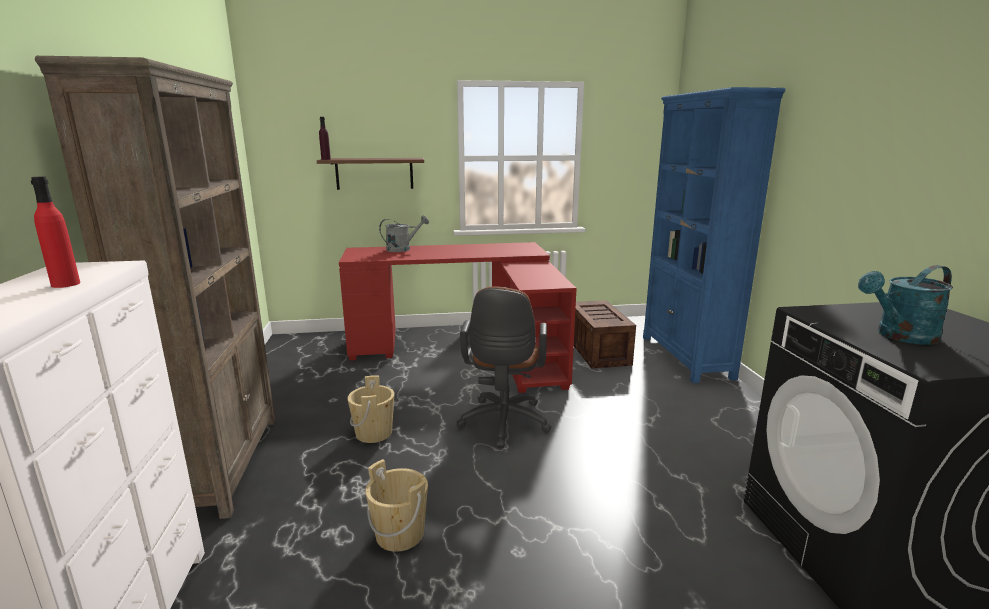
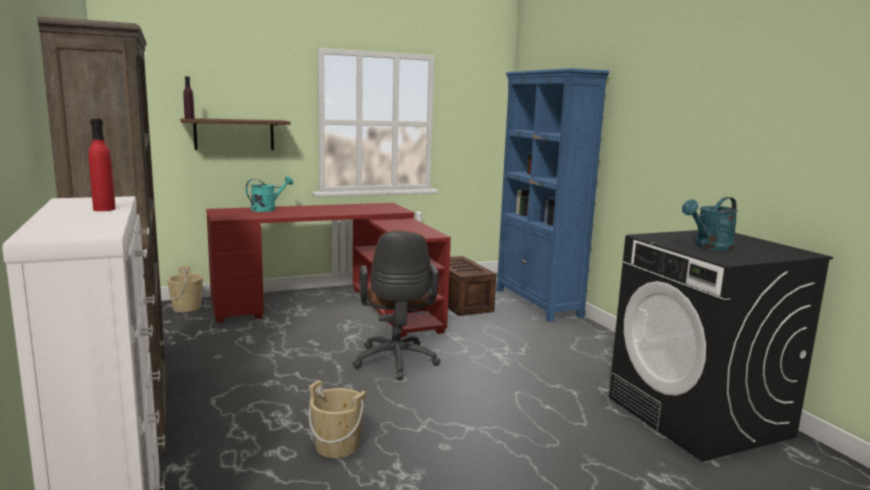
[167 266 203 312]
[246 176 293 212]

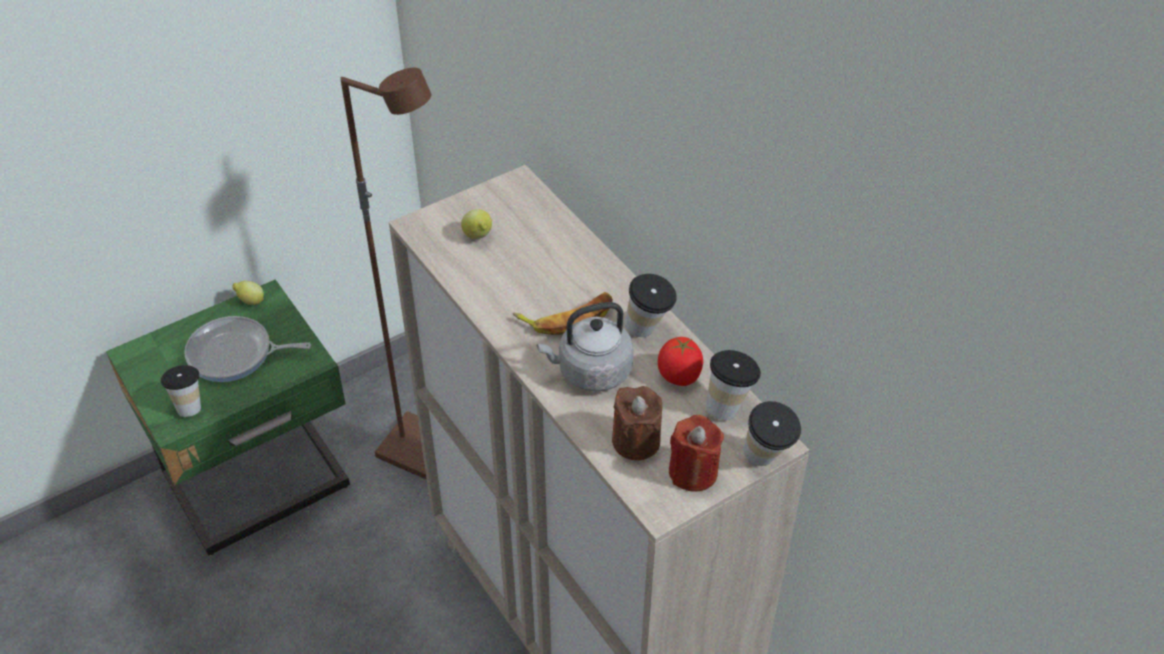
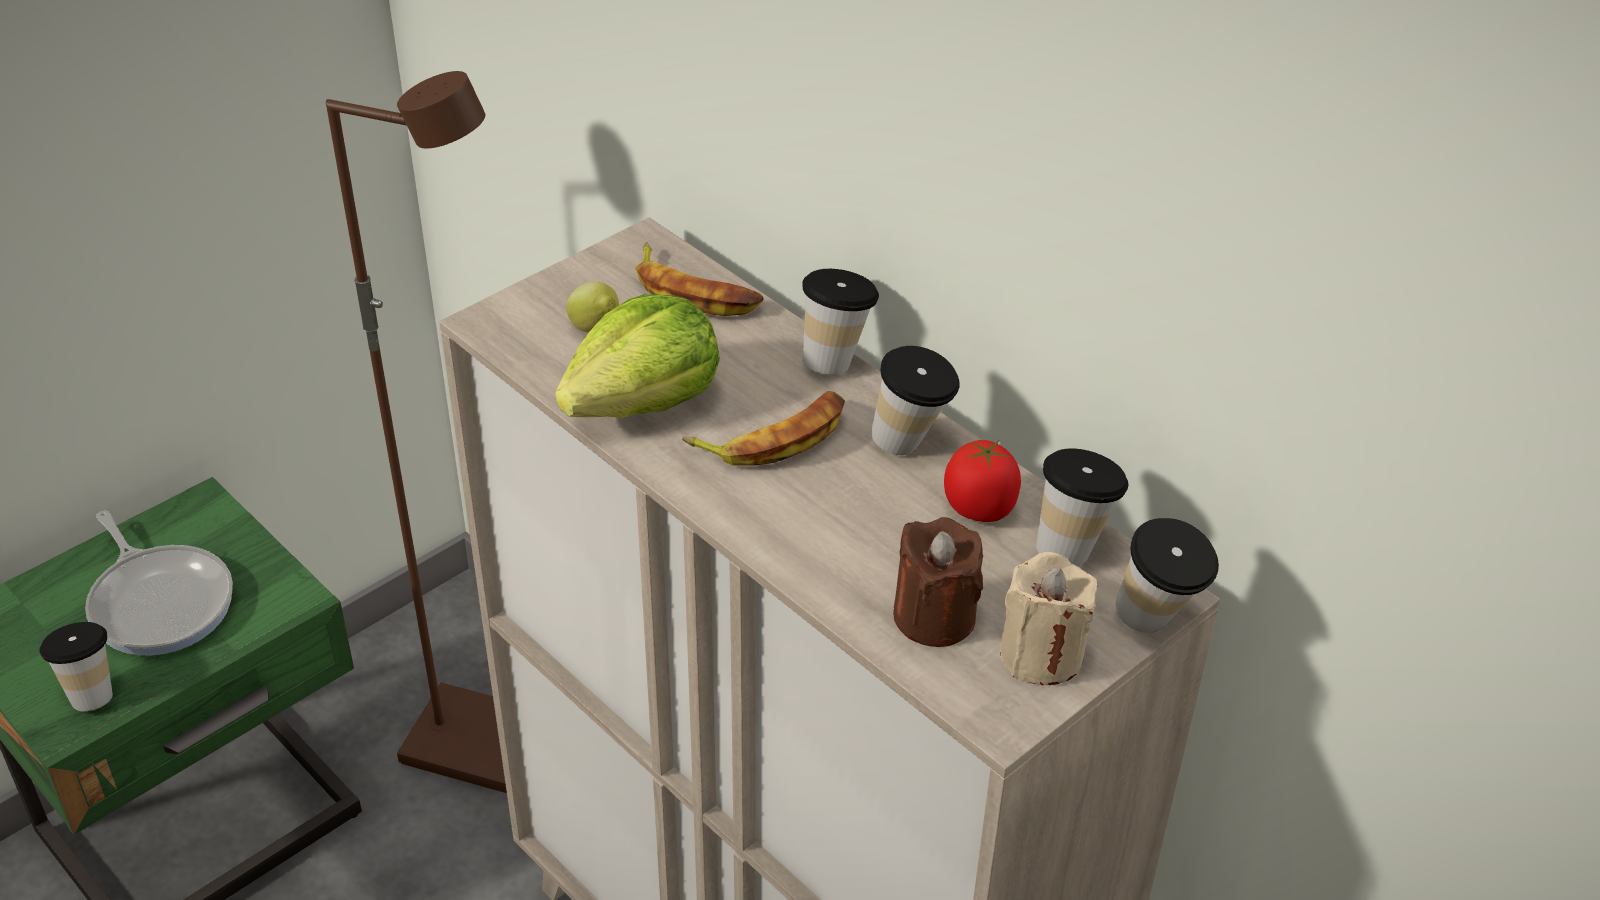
[232 281 264 305] (first image)
[537 302 634 392] (first image)
[555 294 720 418]
[635 242 764 316]
[803 269 879 375]
[1000 552 1098 685]
[85 511 233 656]

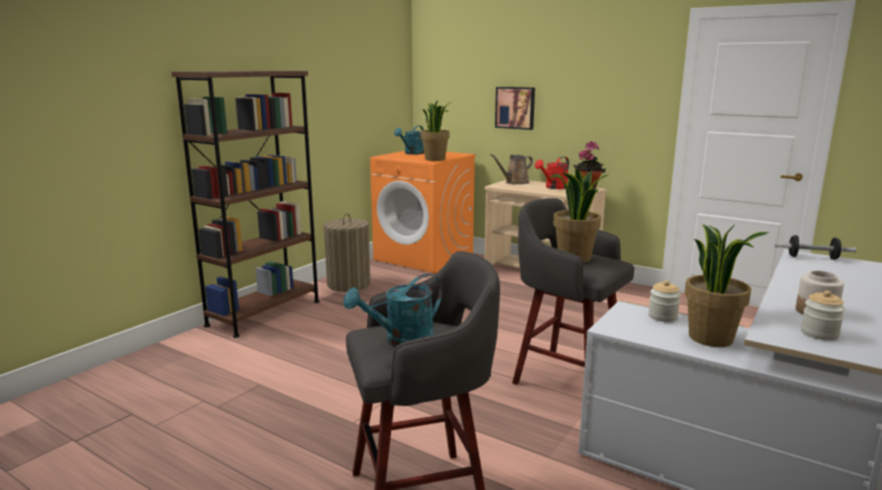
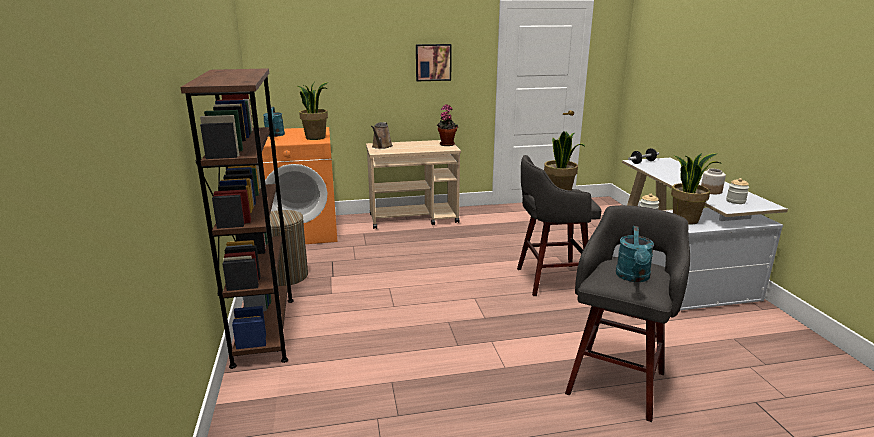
[535 156 569 189] (first image)
[416 44 452 81]

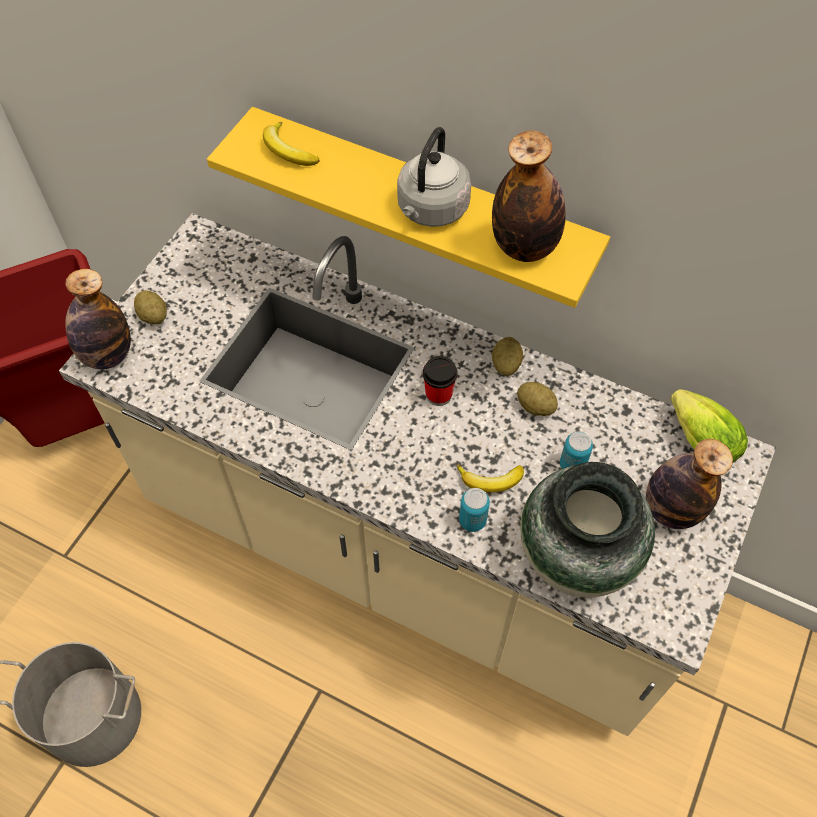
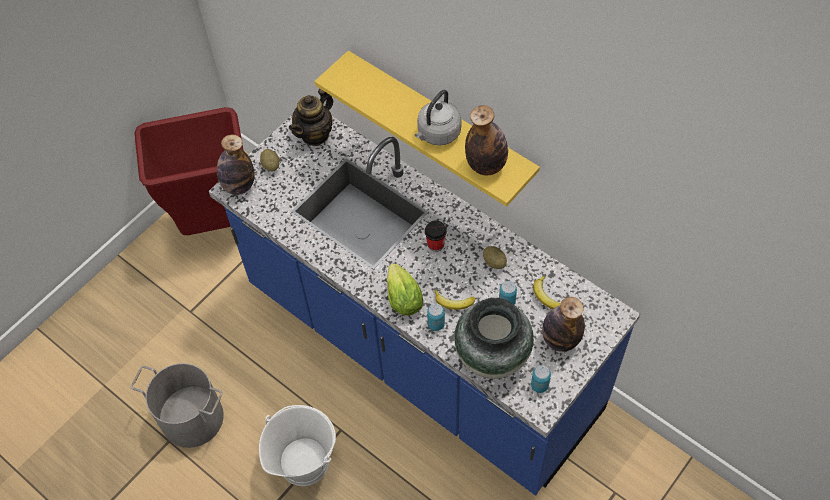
[492 337 523 376] (first image)
[259 405 336 486]
[289 89 333 146]
[531 365 551 393]
[533 275 561 309]
[387 263 423 316]
[209 114 640 496]

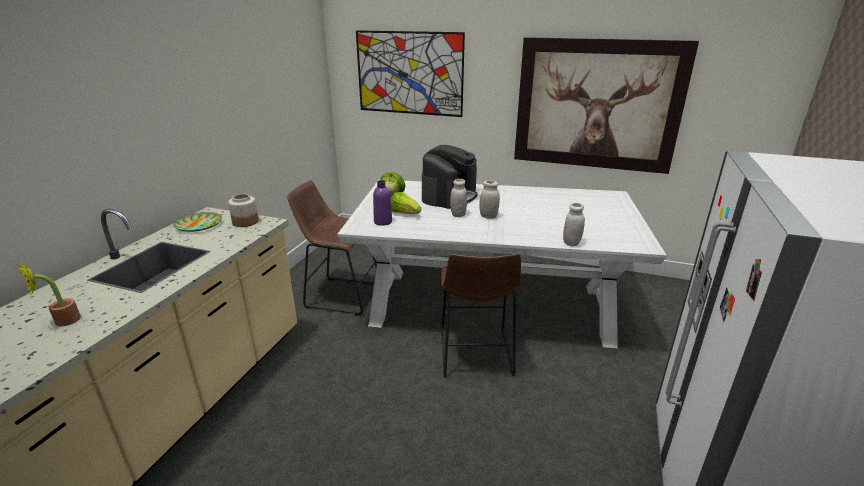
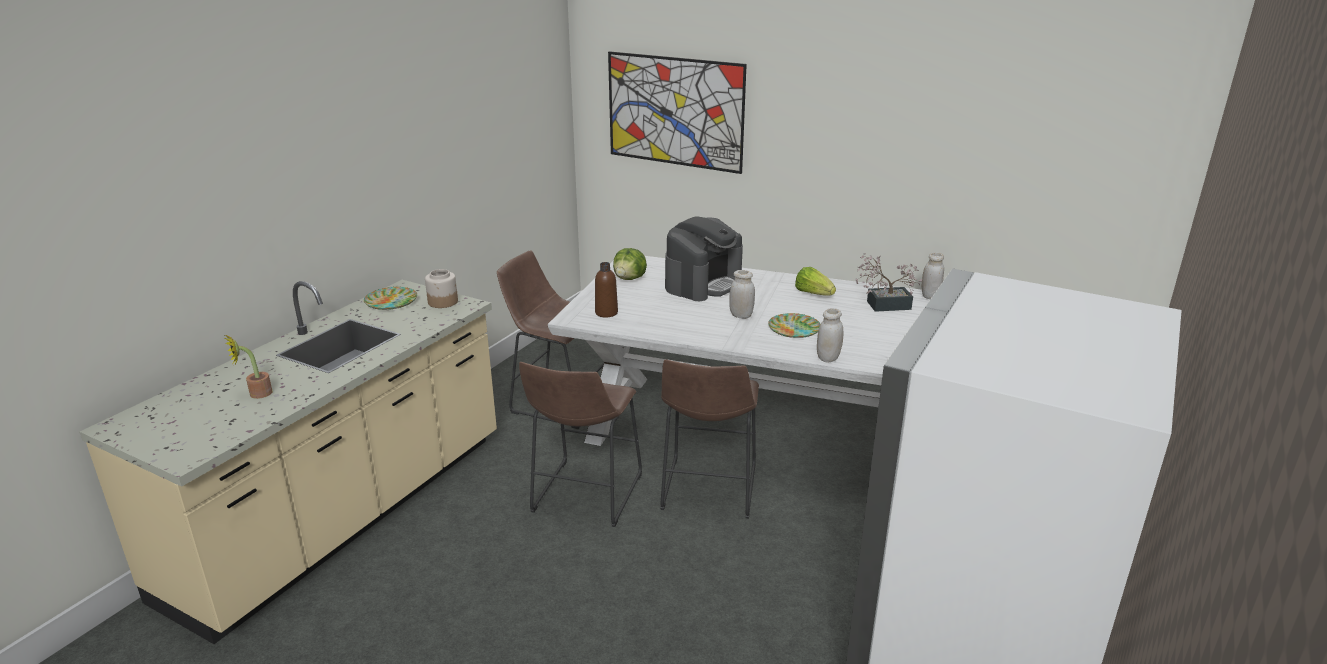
[514 37 699 174] (first image)
[519 362 642 527]
[768 313 820 338]
[855 253 922 312]
[795 267 836 296]
[922 252 944 299]
[595 262 618 317]

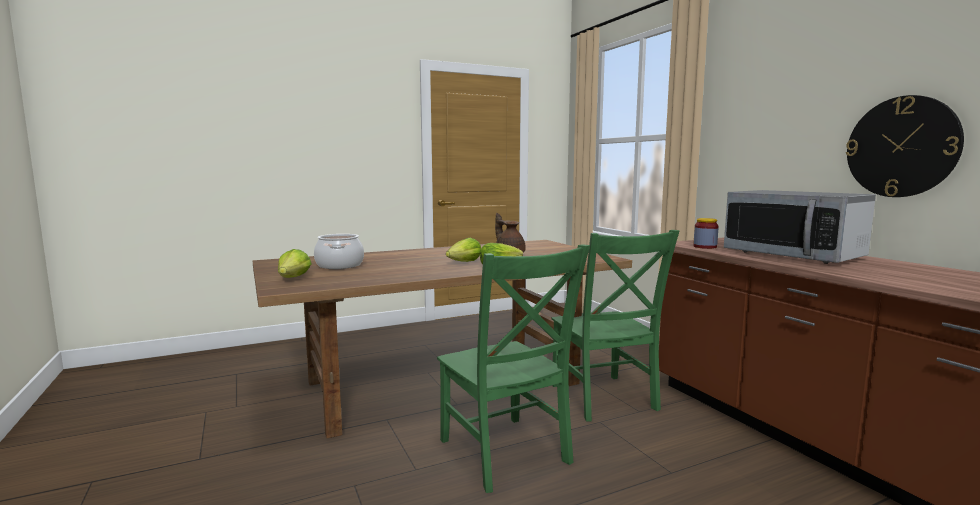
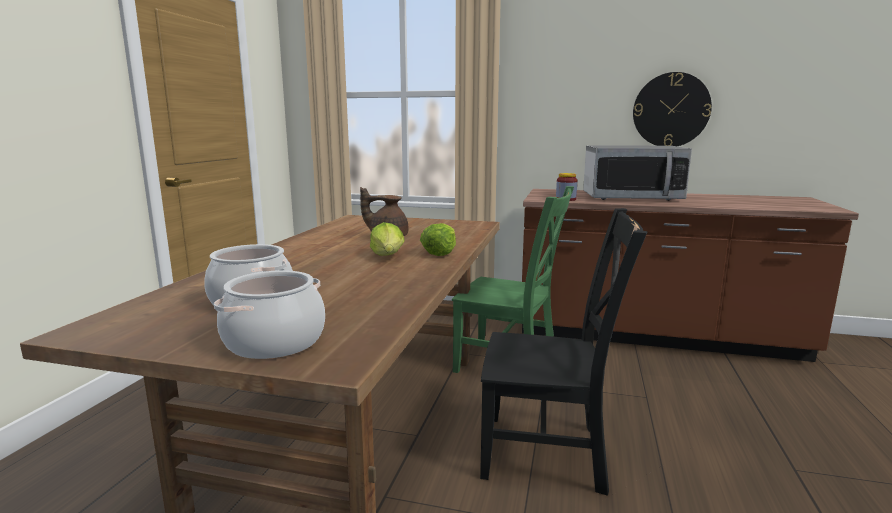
[214 270 325 359]
[480 208 648 496]

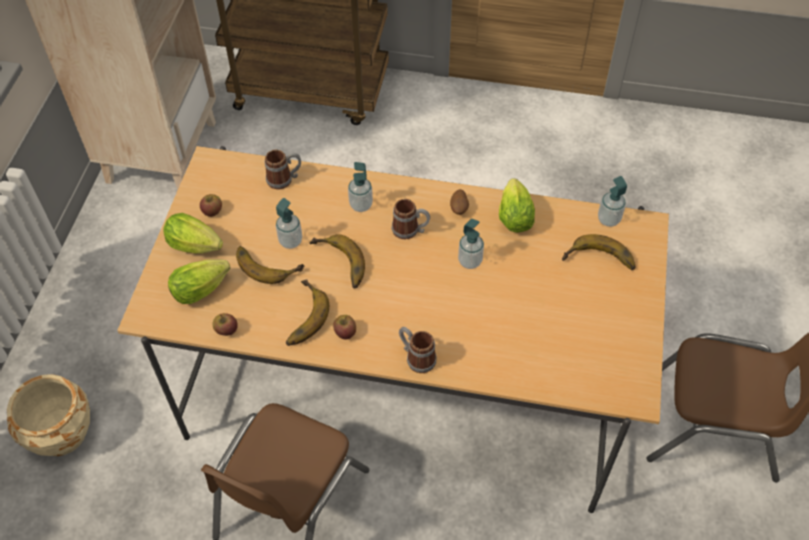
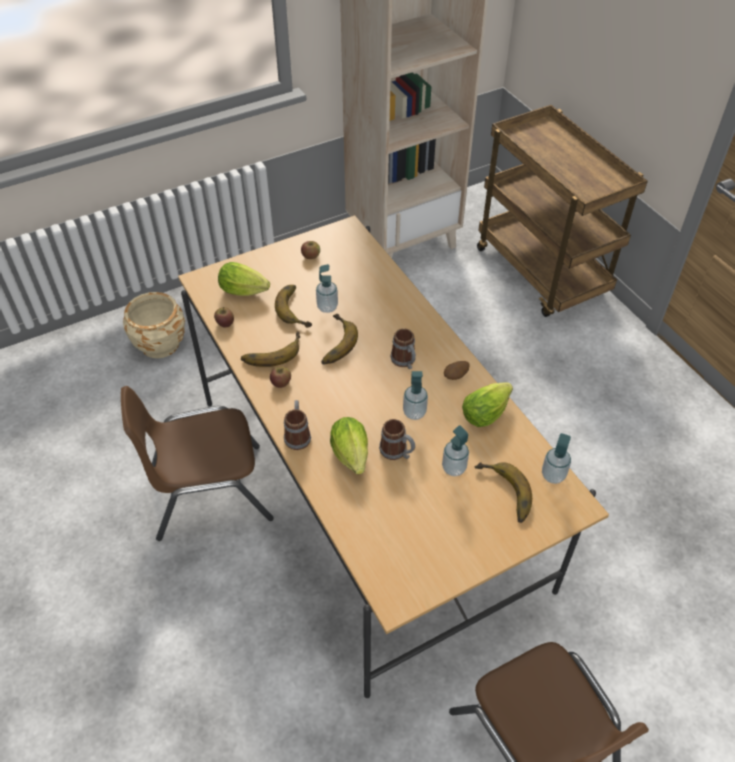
[330 417 368 474]
[379 419 415 460]
[442 425 469 476]

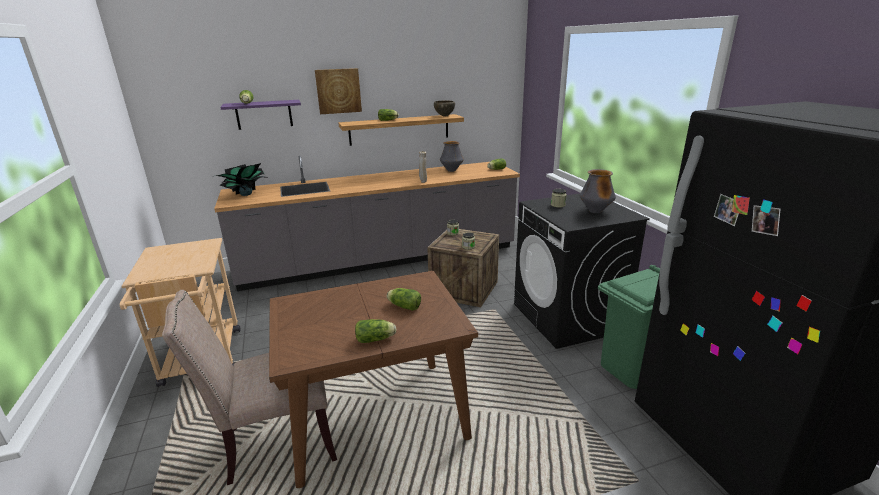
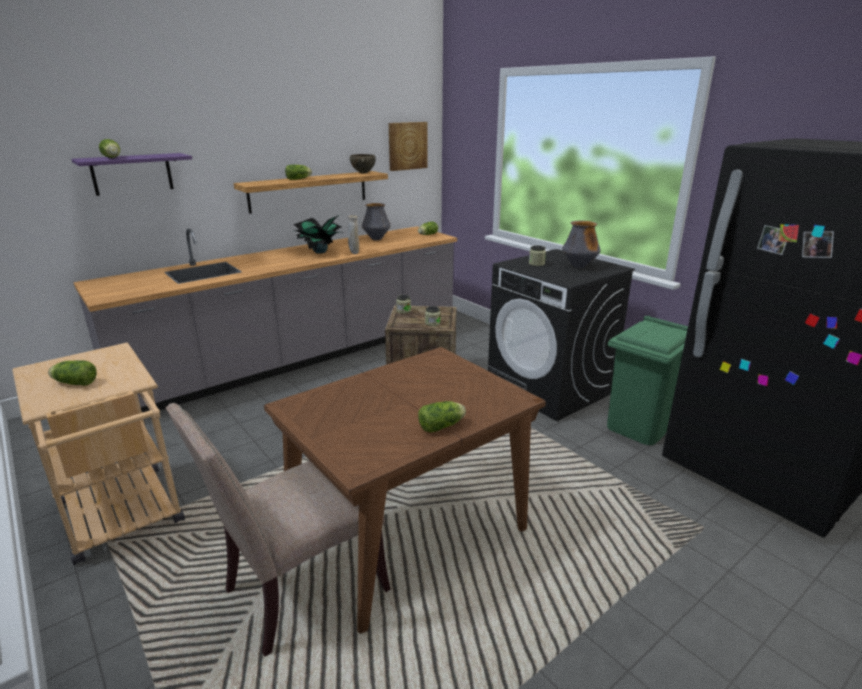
[293 214 343 253]
[389 122 428 171]
[48 360 97 386]

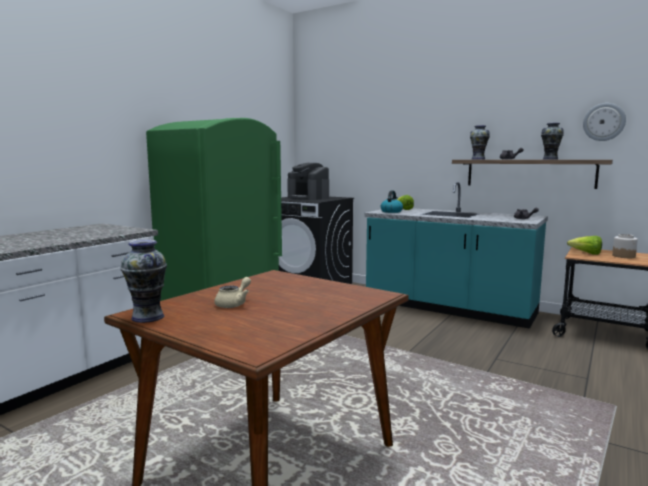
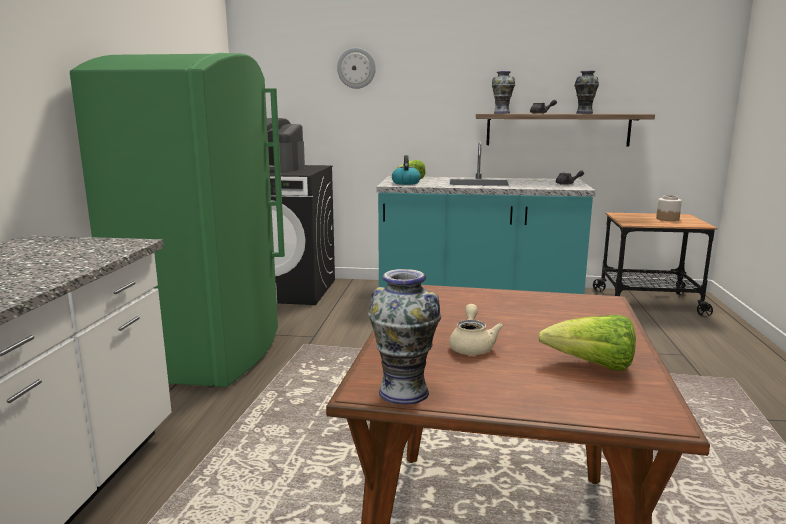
[538 315 636 371]
[337 48 376 89]

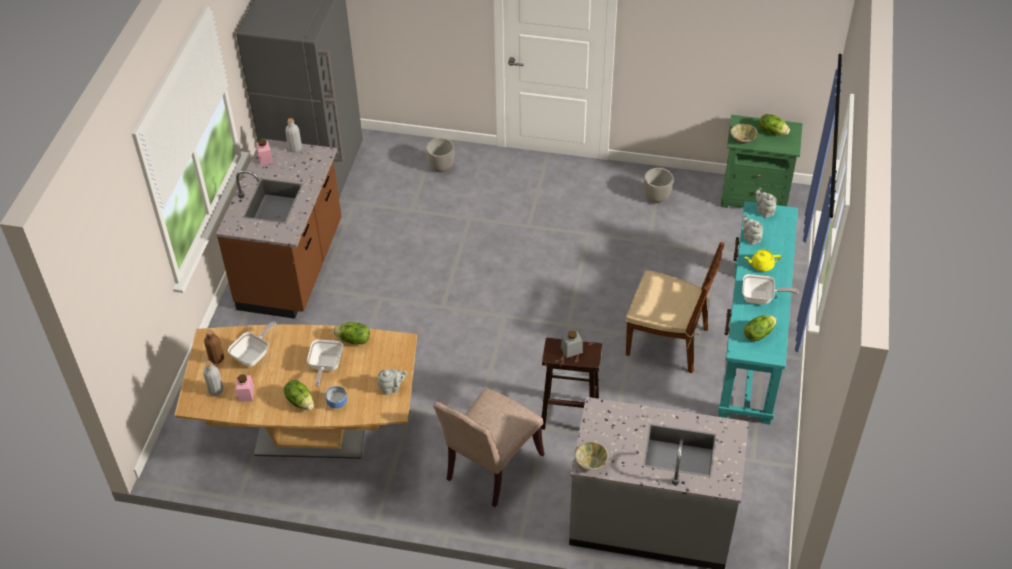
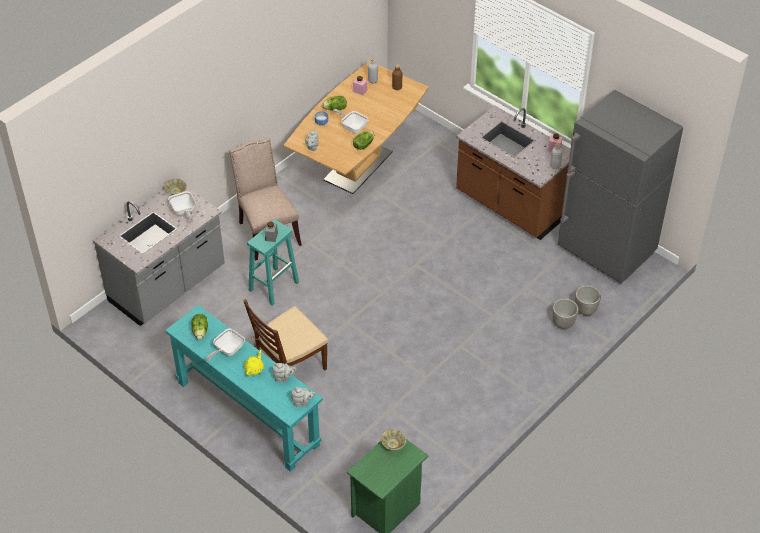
[759 114 790 136] (first image)
[168 191 196 222]
[575 286 601 316]
[247 220 299 306]

